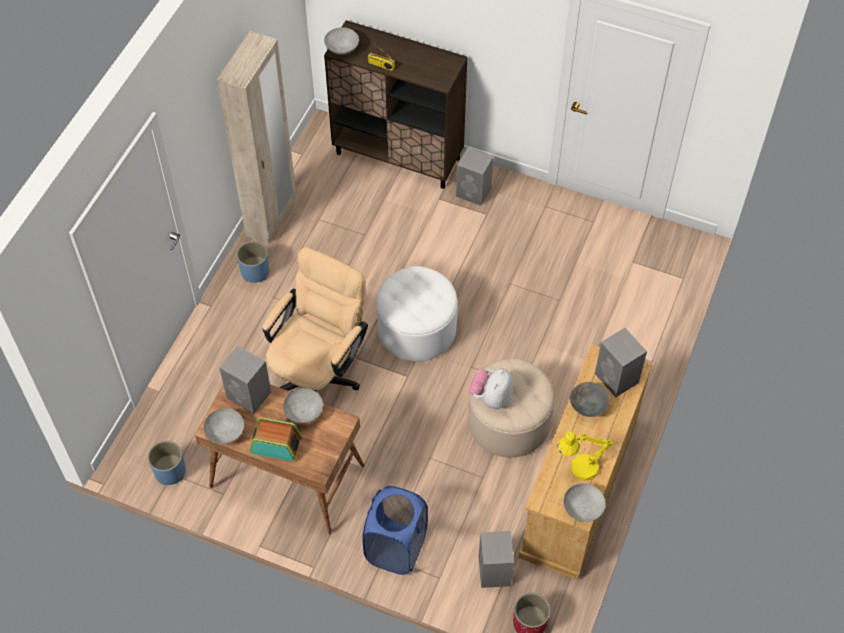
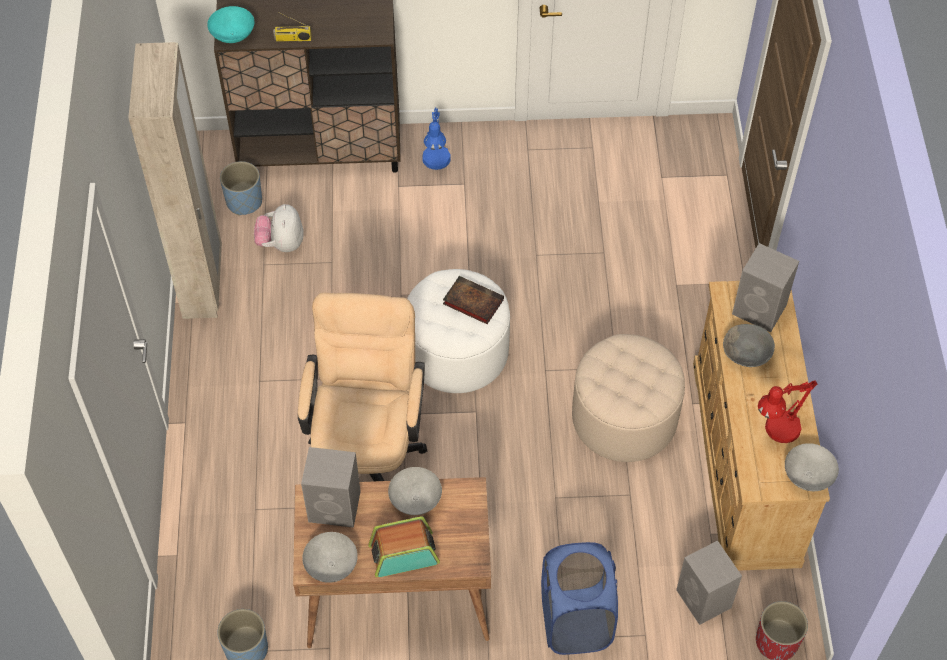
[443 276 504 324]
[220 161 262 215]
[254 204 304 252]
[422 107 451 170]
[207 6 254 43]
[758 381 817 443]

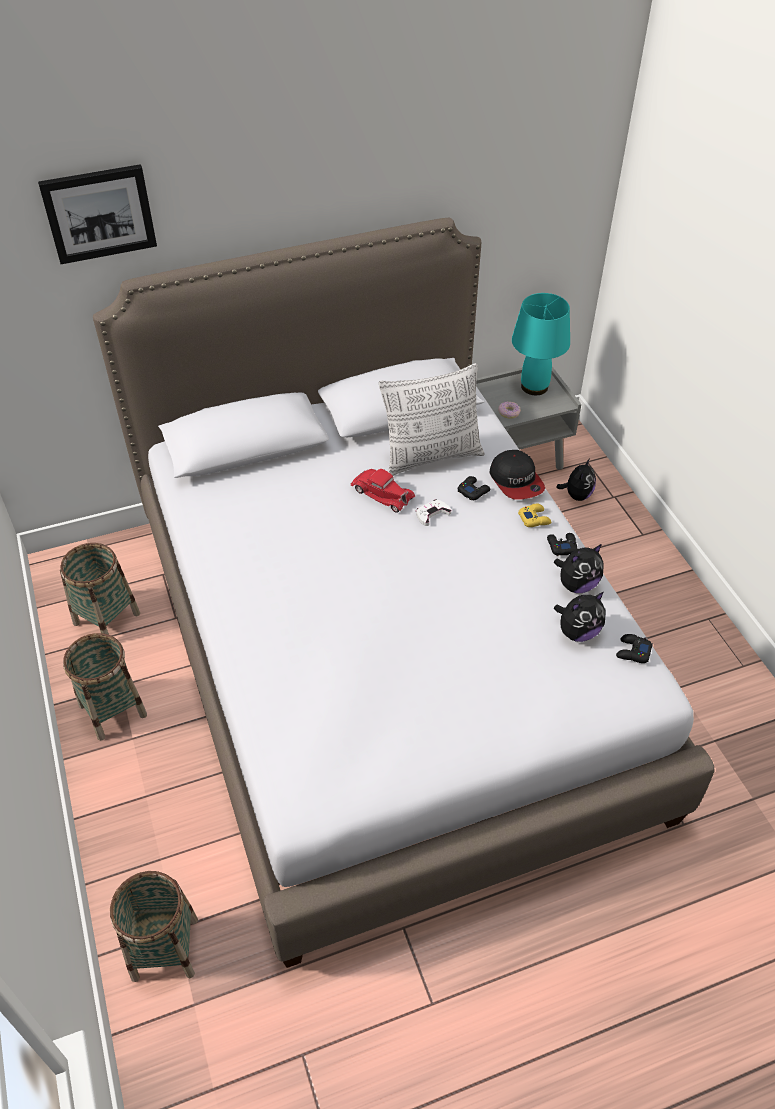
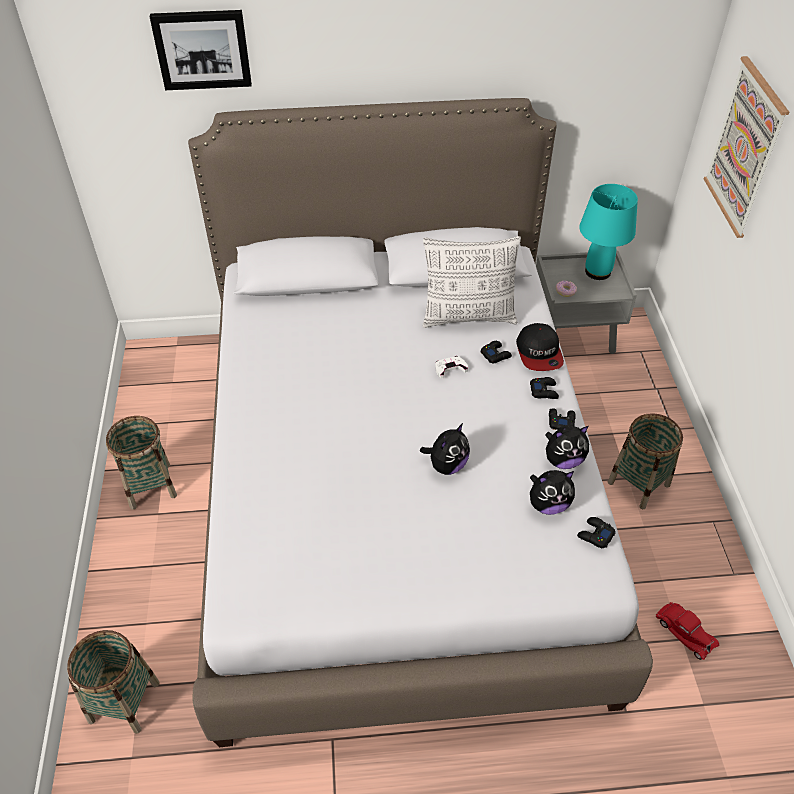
[704 56 789 238]
[608 413 683 509]
[656 602 719 660]
[420 423 470 475]
[530 377 559 399]

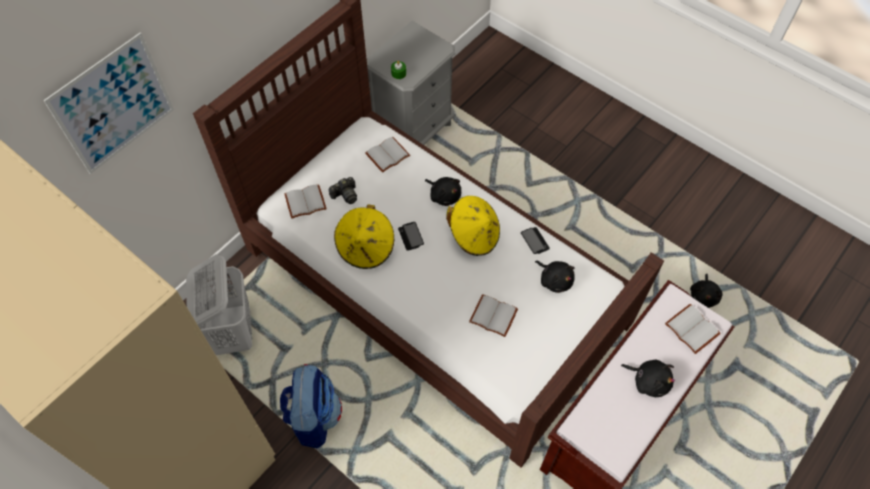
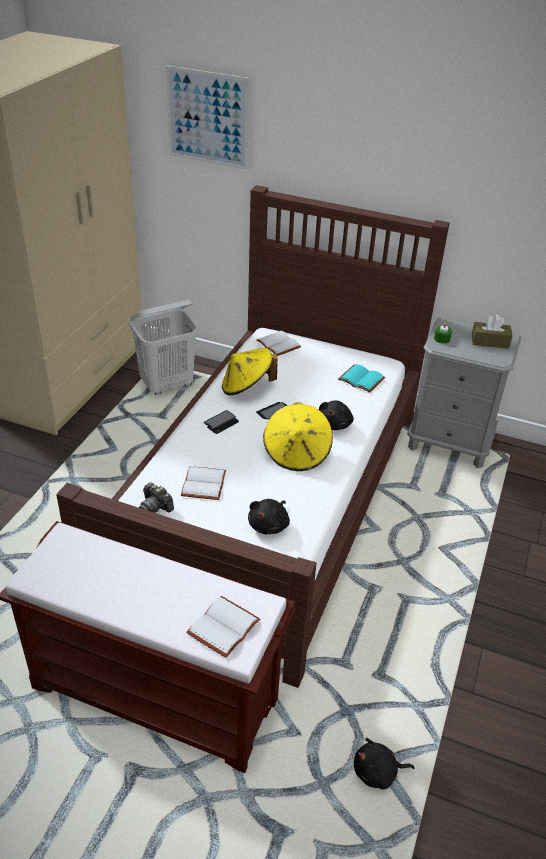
[280 364 342 448] (first image)
[621 360 675 397] (first image)
[472 314 513 349]
[139 482 174 513]
[204 410 239 434]
[338 364 385 393]

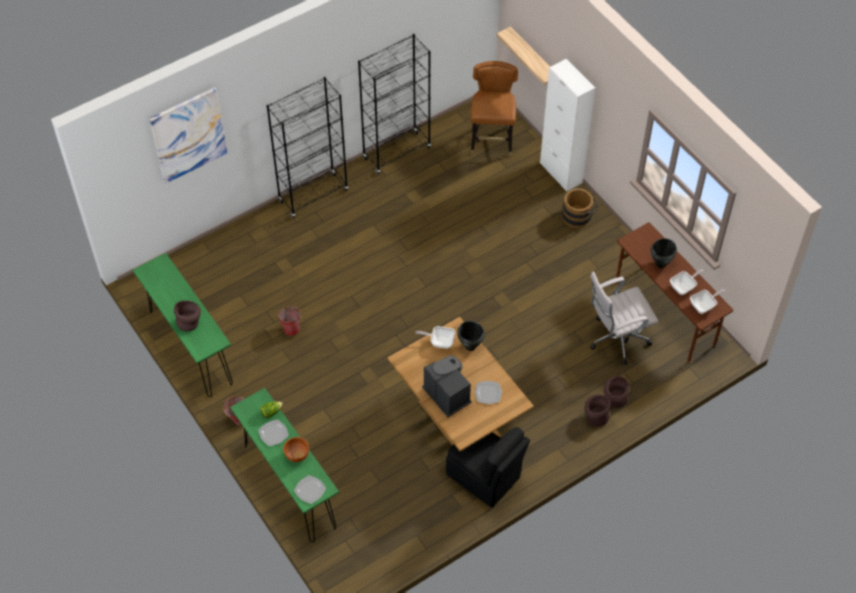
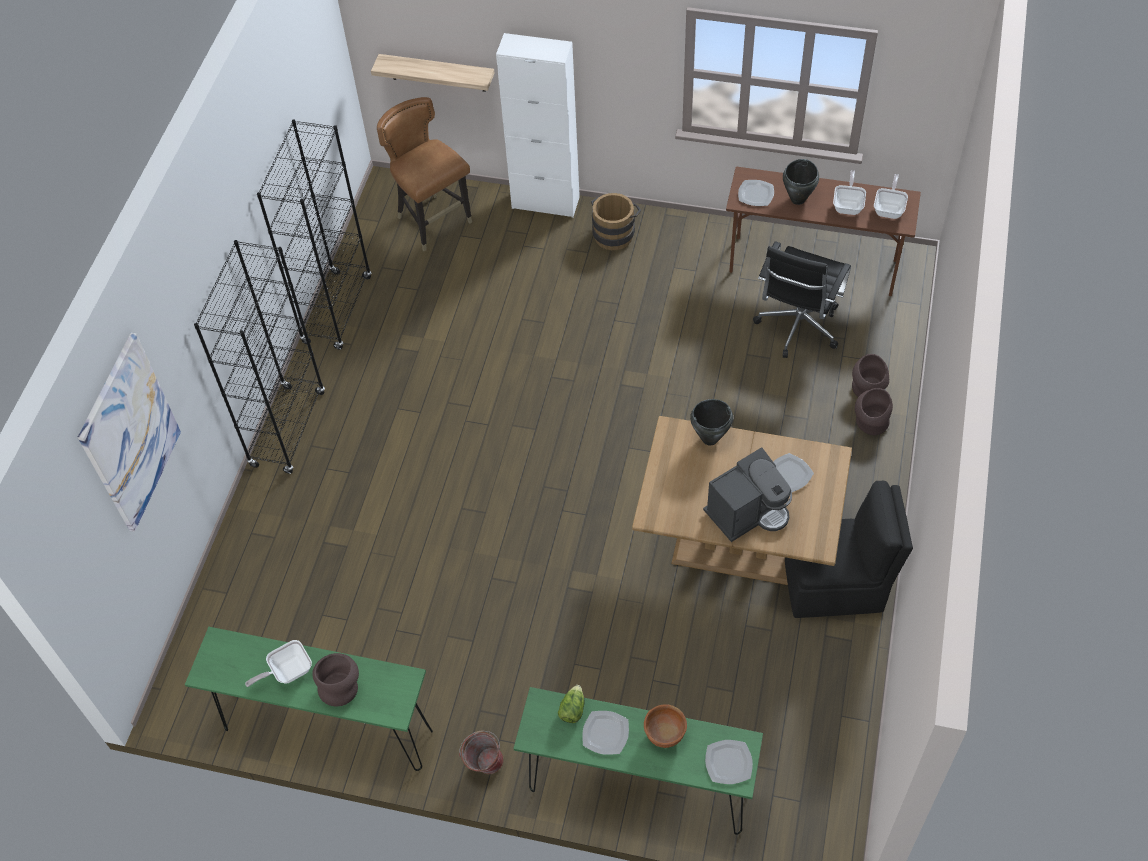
[278 305 302 336] (first image)
[738 180 774 206]
[245 640 312 687]
[753 241 851 358]
[703 447 792 542]

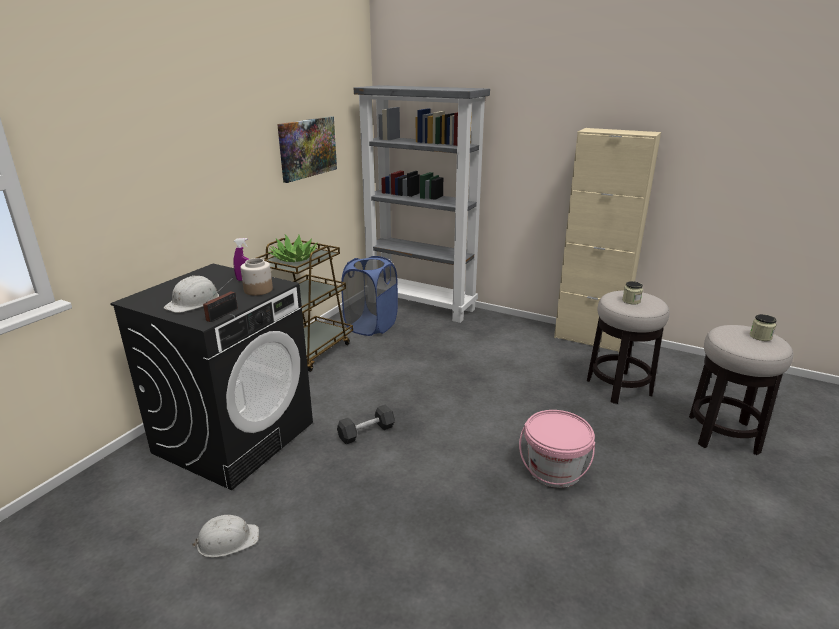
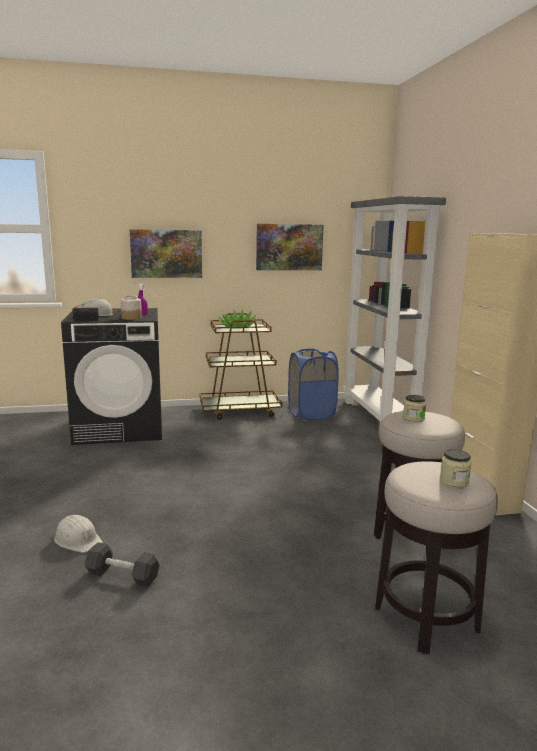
[519 410 595 488] (first image)
[130 229 202 278]
[54 515 103 553]
[85 542 159 587]

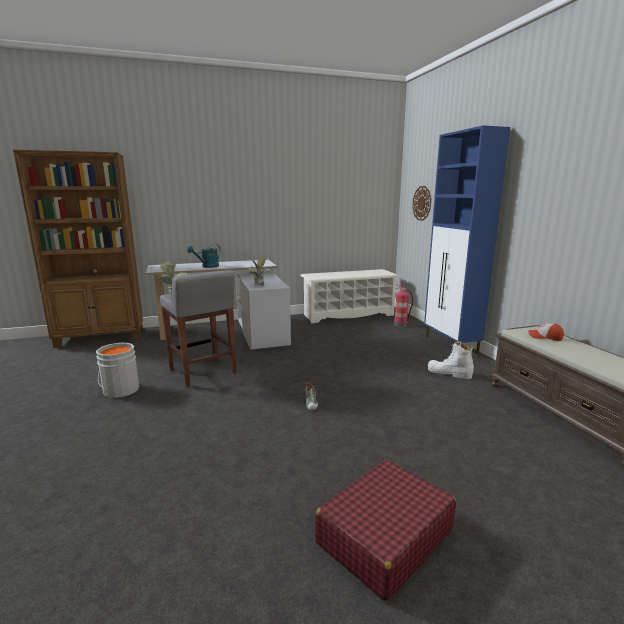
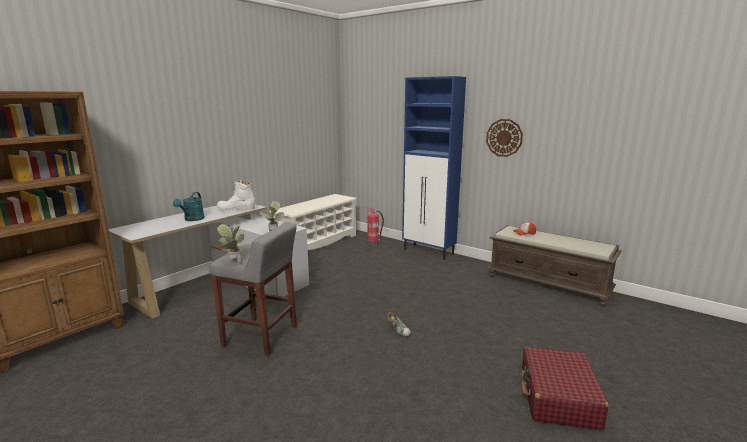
[96 343 139 398] (first image)
[486 119 523 157]
[217 180 255 210]

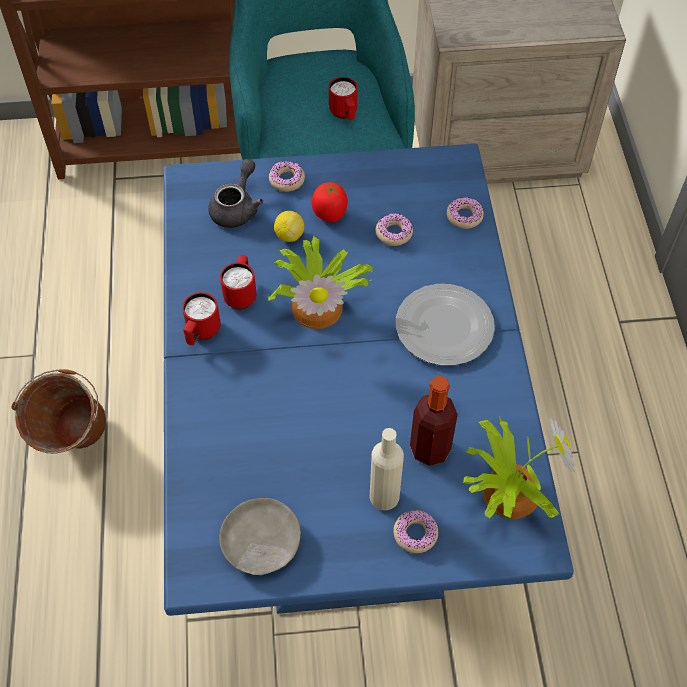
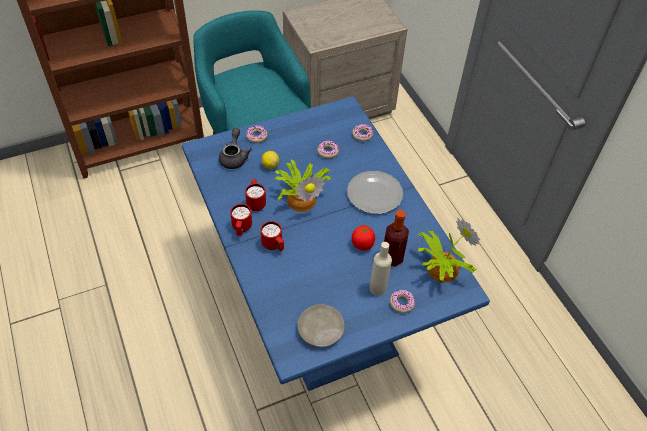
[11 369 107 454] (first image)
[352 225 375 251]
[261 221 284 251]

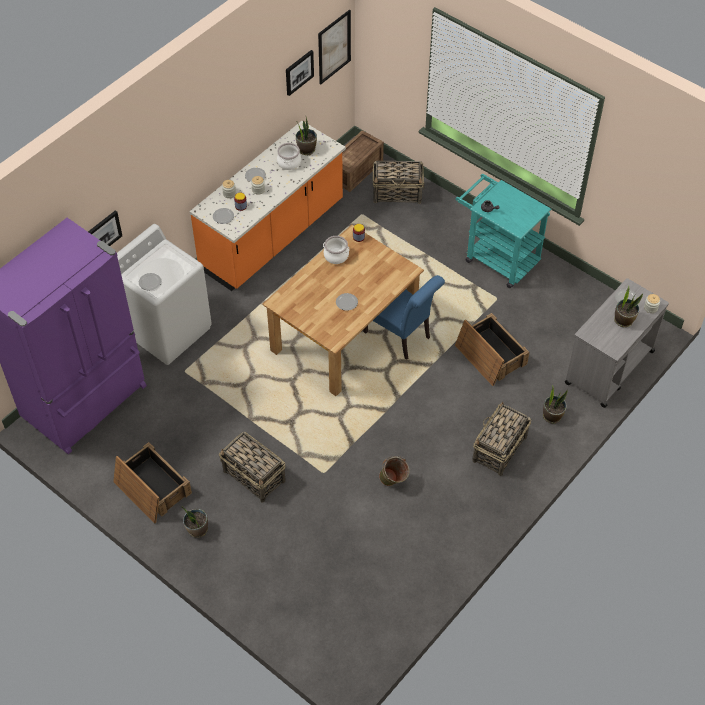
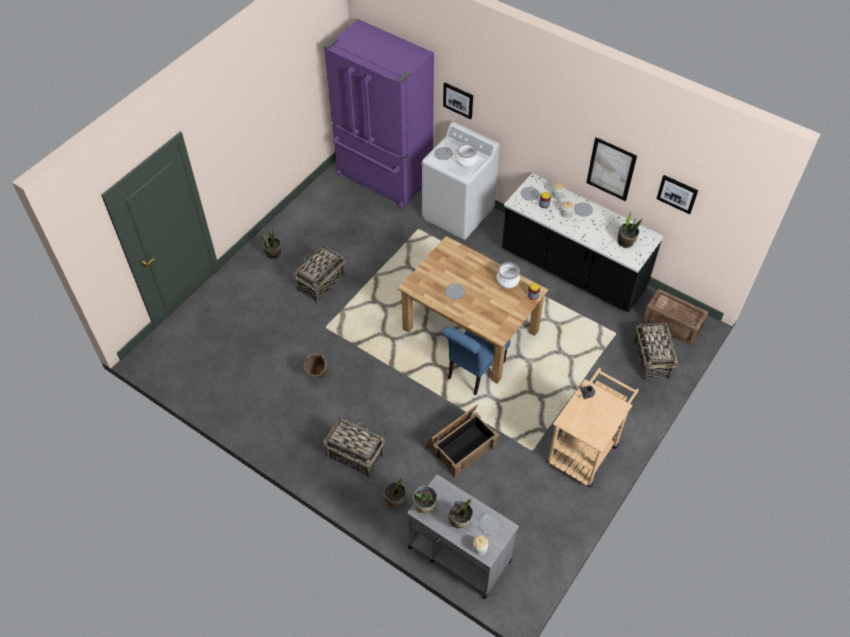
[113 442 192 524] (first image)
[413 486 437 514]
[456 143 479 168]
[586 137 637 201]
[502 173 664 313]
[547 368 639 487]

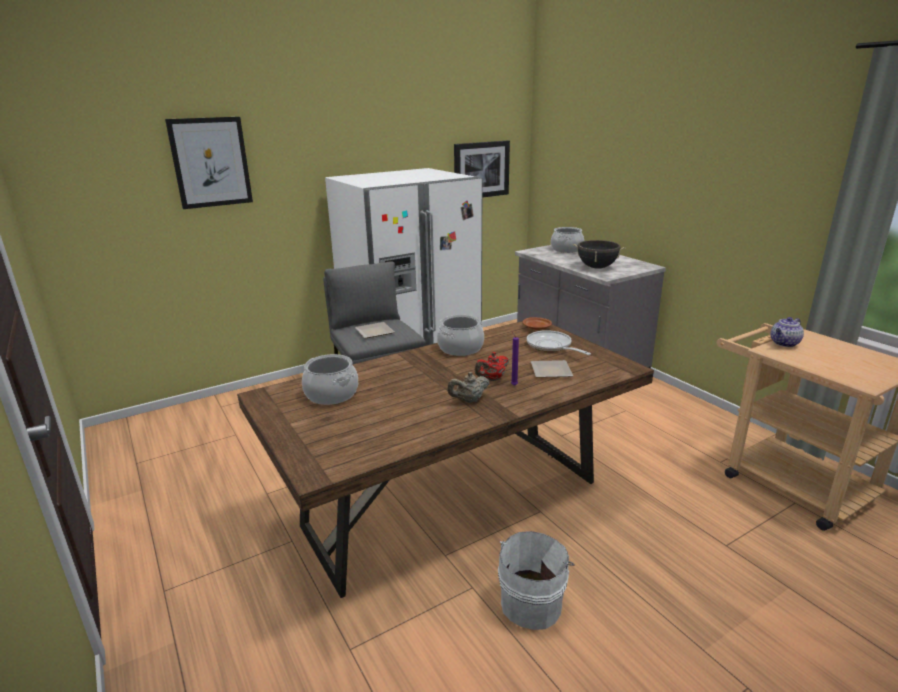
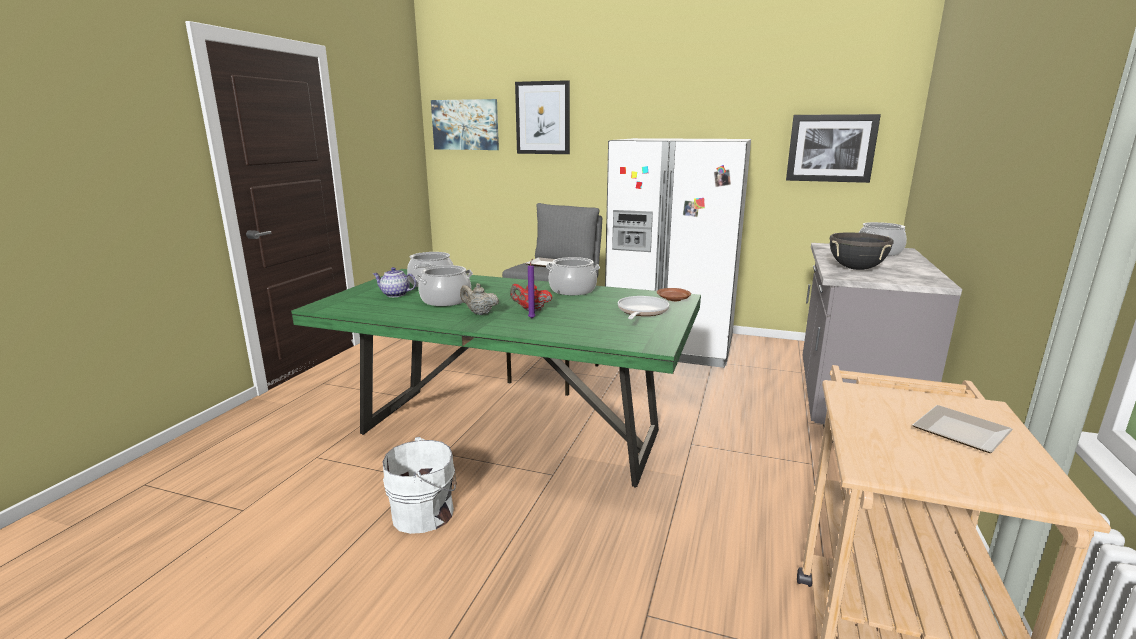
[415 265 473 306]
[431 99 499 150]
[913 405 1013 453]
[373 267 417 297]
[291 269 701 487]

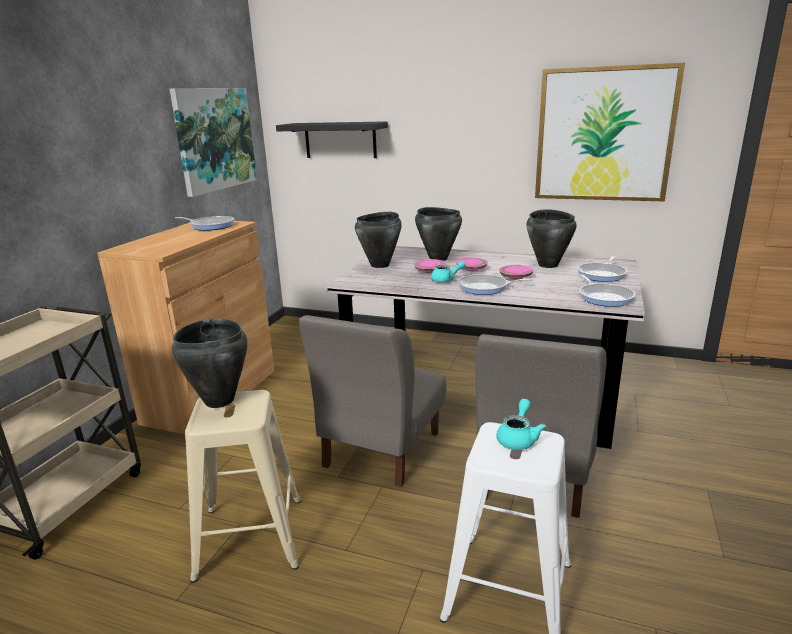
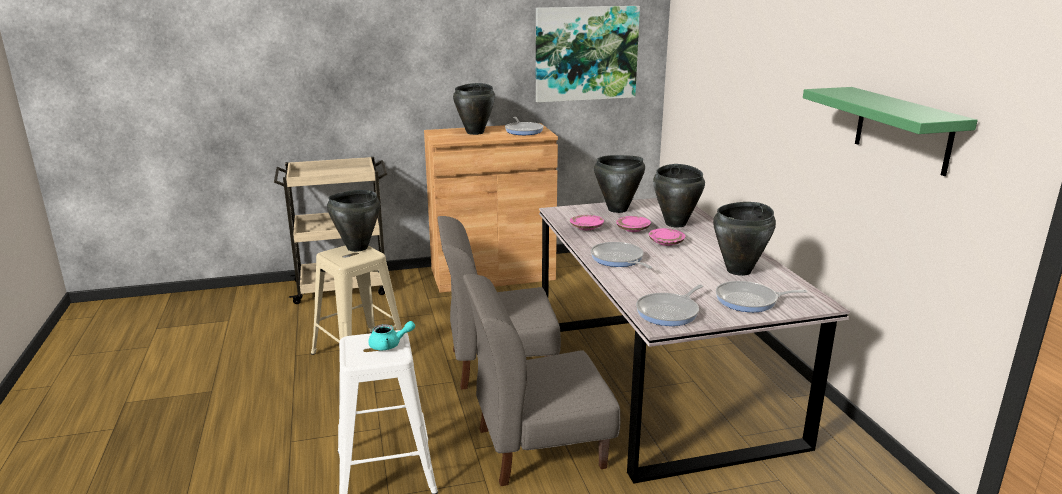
[276 121 388 158] (first image)
[431 261 466 283] (first image)
[453 83 495 135]
[570 215 604 230]
[803 87 978 176]

